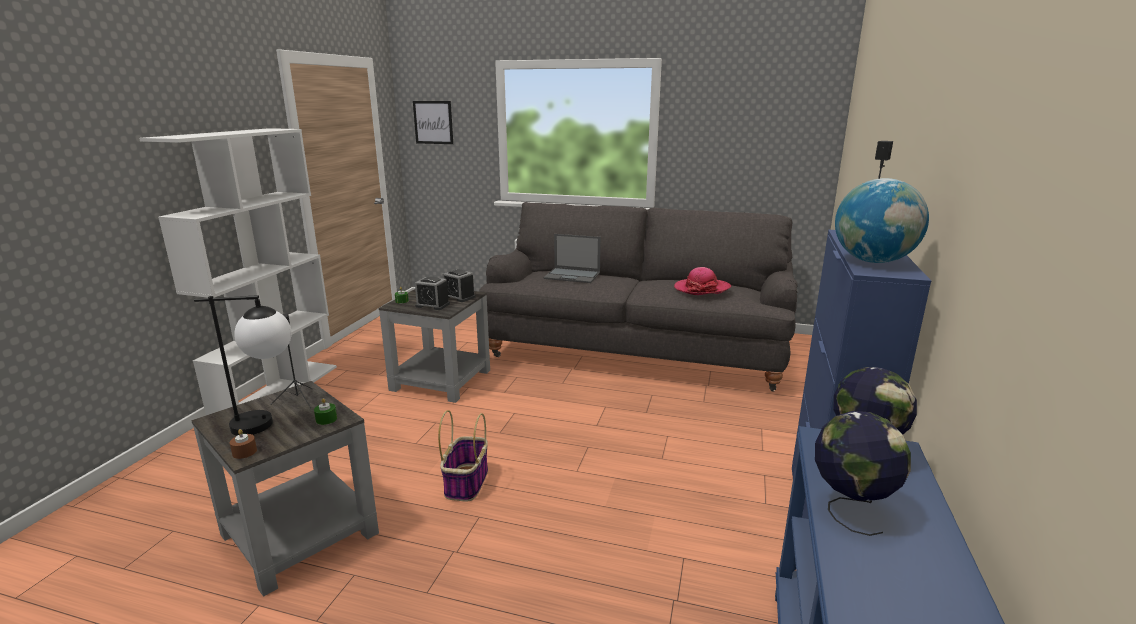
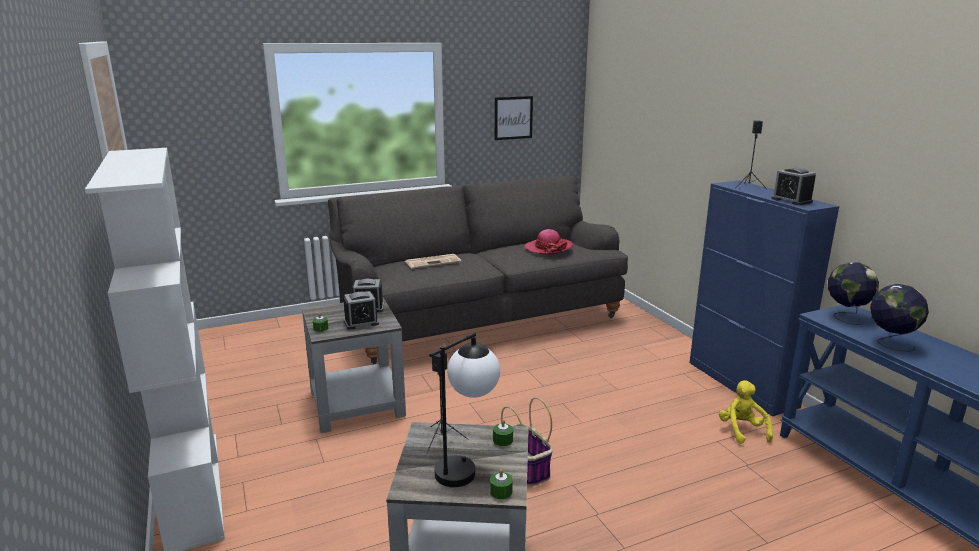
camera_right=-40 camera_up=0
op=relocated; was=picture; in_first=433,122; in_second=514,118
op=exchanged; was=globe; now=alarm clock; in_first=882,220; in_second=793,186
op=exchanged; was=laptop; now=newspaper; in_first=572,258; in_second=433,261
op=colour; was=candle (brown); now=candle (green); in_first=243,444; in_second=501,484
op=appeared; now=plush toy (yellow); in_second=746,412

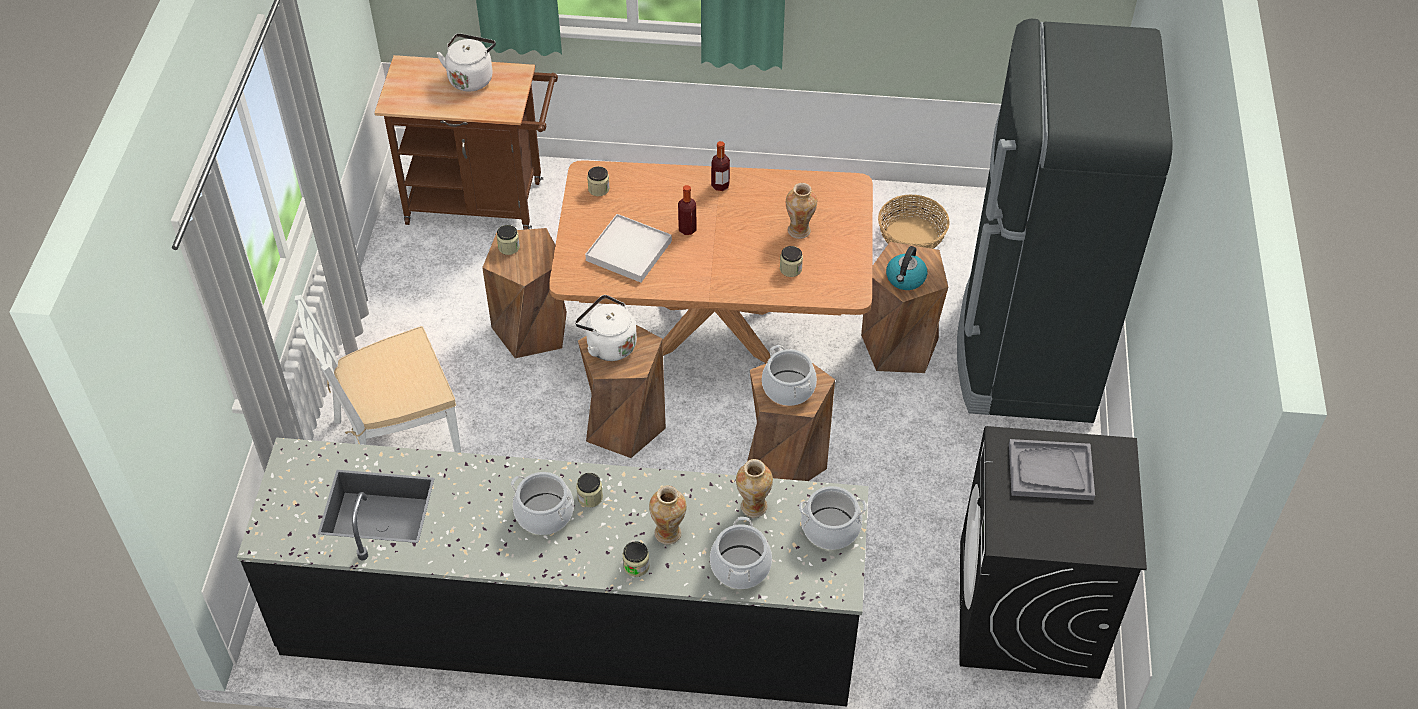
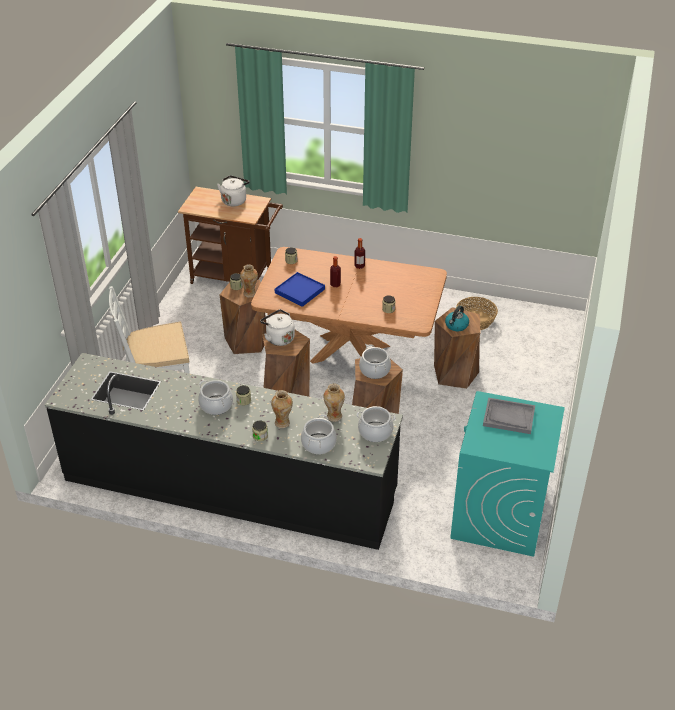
camera_right=10 camera_up=-10
op=missing; was=fridge (black); in_first=1065,221
op=relocated; was=vase; in_first=801,211; in_second=249,281
op=colour; was=tray (white); now=tray (blue); in_first=628,248; in_second=300,289
op=colour; was=washing machine (black); now=washing machine (turquoise); in_first=1053,552; in_second=507,474

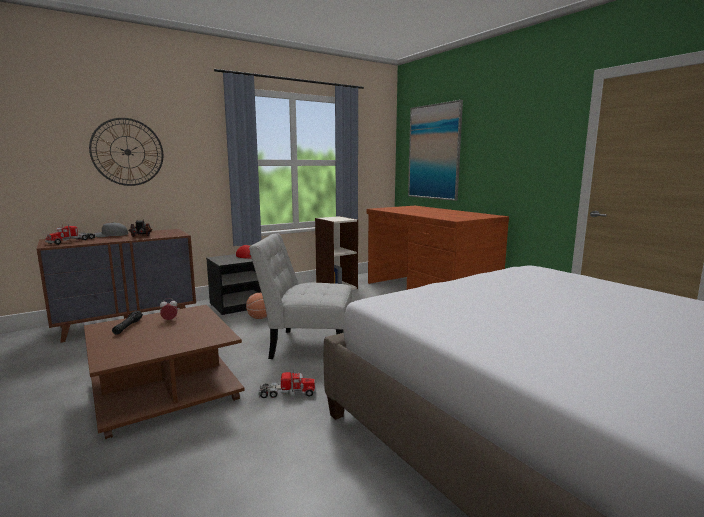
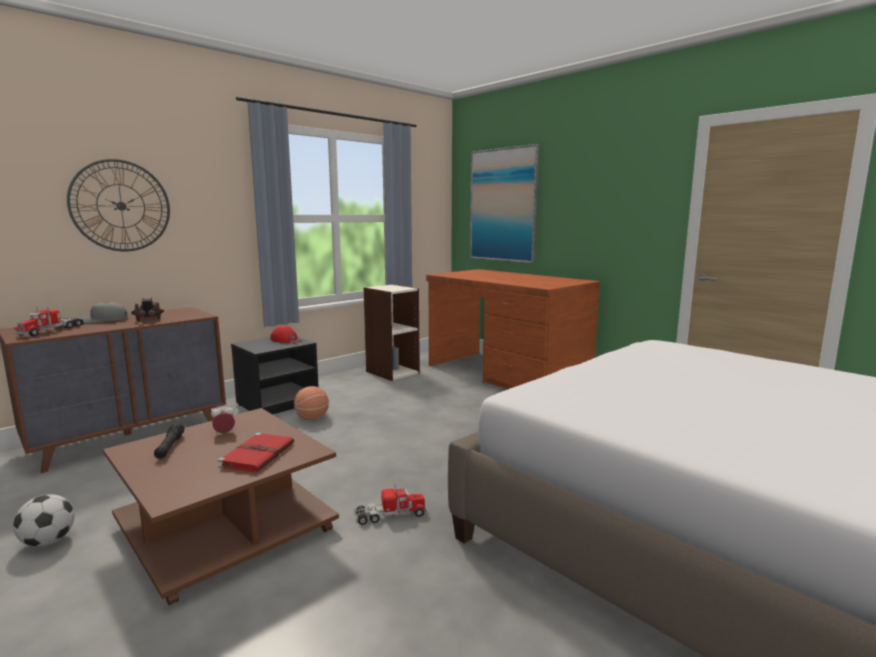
camera_right=-10 camera_up=0
op=missing; was=chair (white); in_first=300,296
op=appeared; now=book (red); in_second=256,452
op=appeared; now=football; in_second=44,520

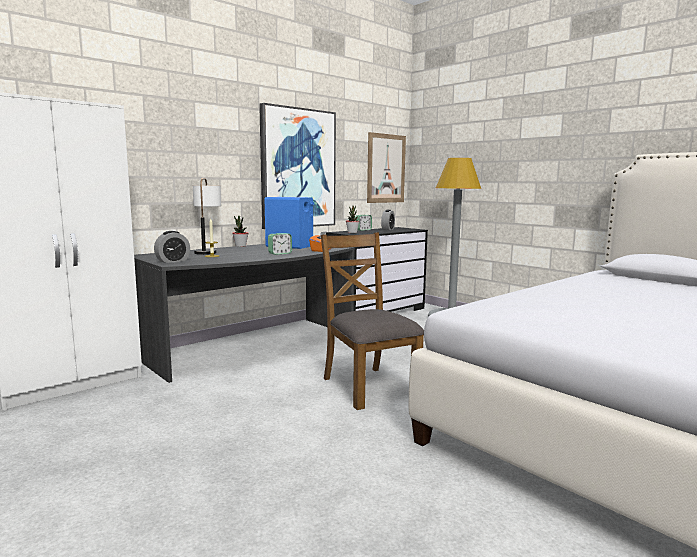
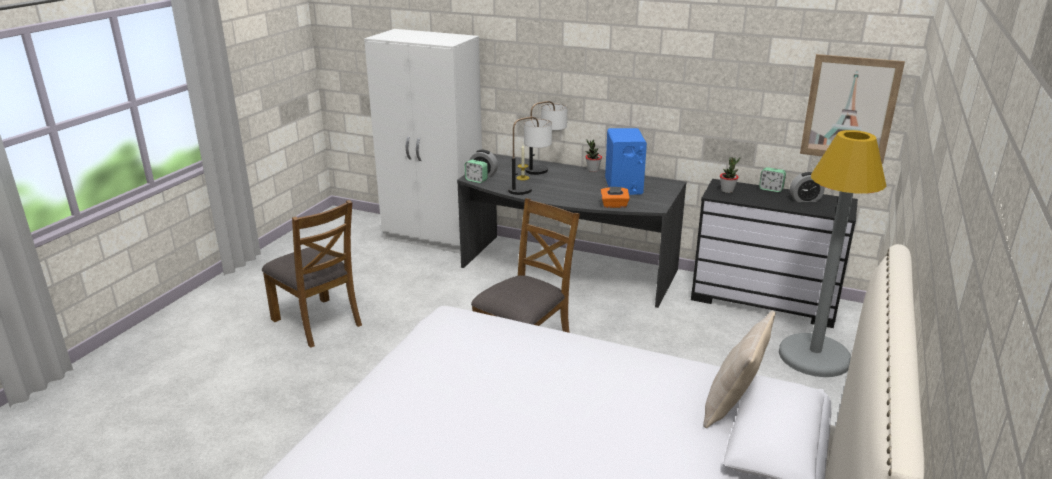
camera_right=65 camera_up=15
op=missing; was=picture; in_first=297,166
op=relocated; was=alarm clock; in_first=280,244; in_second=476,171
op=appeared; now=table lamp; in_second=530,156
op=appeared; now=chair (brown); in_second=312,274
op=appeared; now=pillow (beige); in_second=739,369

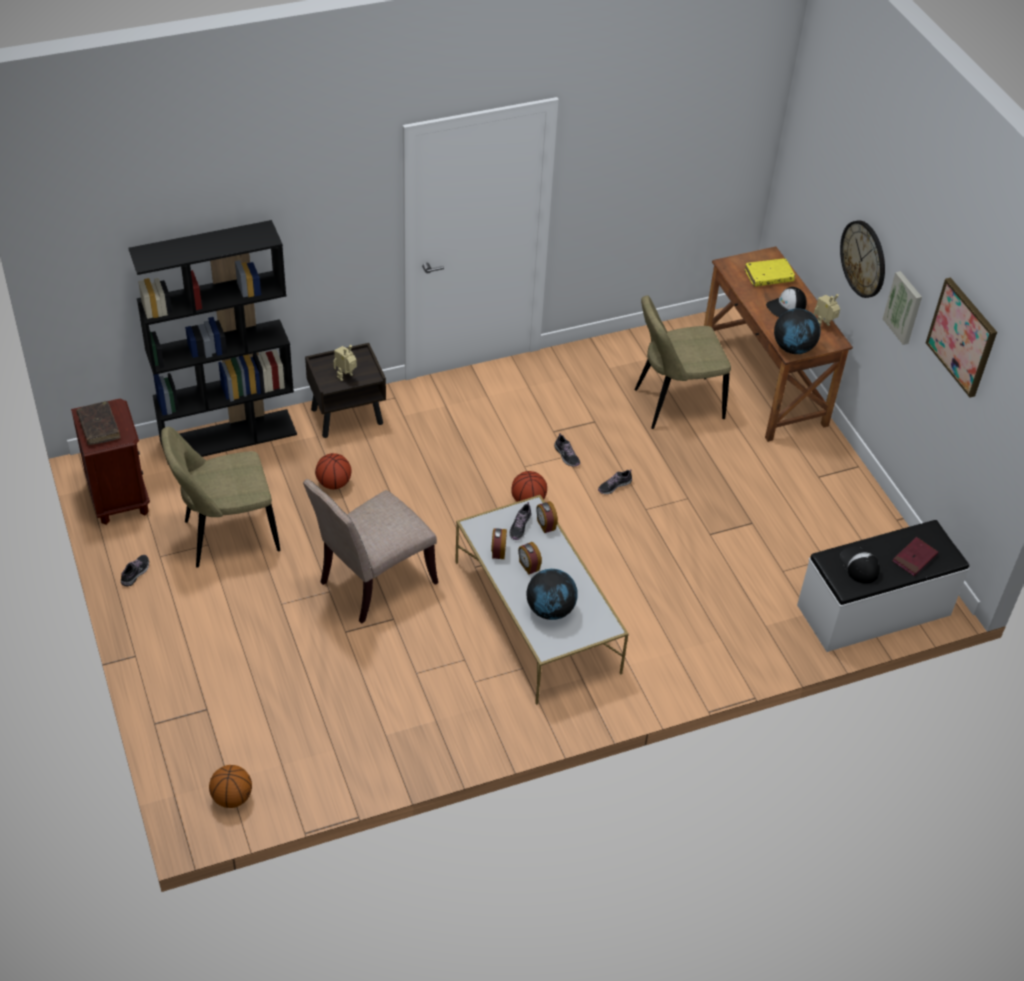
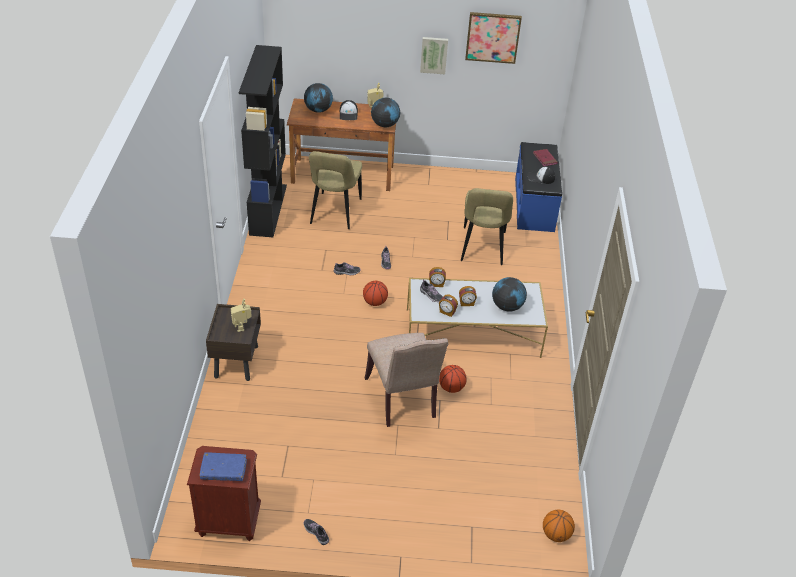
camera_right=-65 camera_up=-5
op=relocated; was=bookcase (black); in_first=212,342; in_second=263,141
op=missing; was=wall clock; in_first=862,259
op=exchanged; was=book (yellow); now=globe; in_first=770,272; in_second=318,98
op=colour; was=book (brown); now=book (blue); in_first=98,423; in_second=223,466
op=relocated; was=chair (beige); in_first=220,497; in_second=487,226
op=relocated; was=basketball; in_first=333,471; in_second=453,379
op=colour; was=bench (white); now=bench (blue); in_first=883,586; in_second=538,187

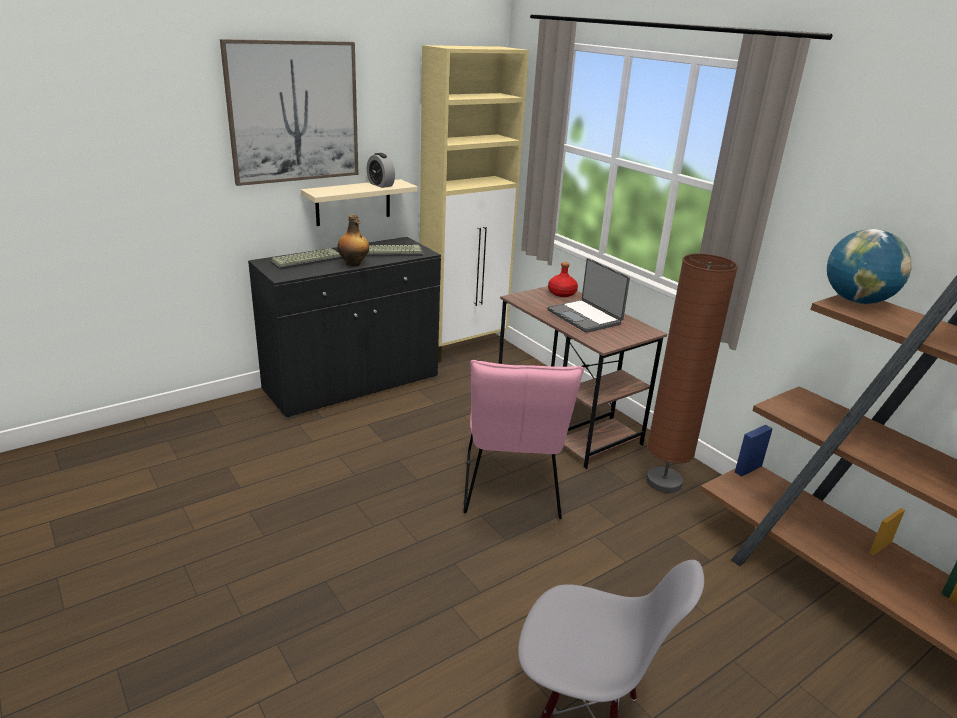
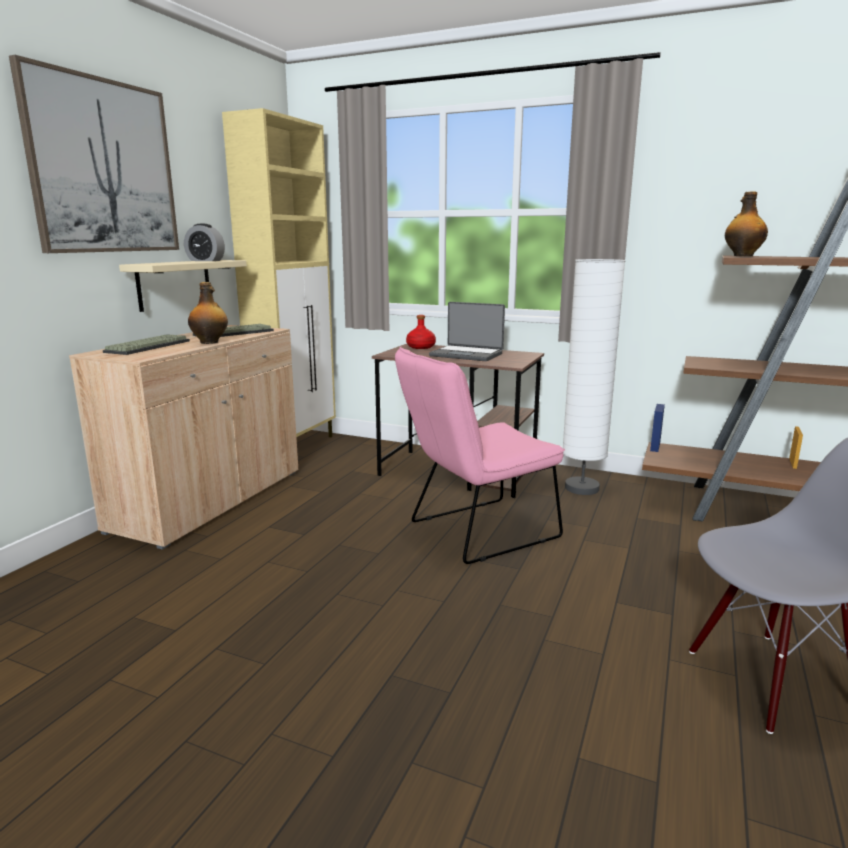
camera_right=-30 camera_up=-10
op=exchanged; was=globe; now=bottle; in_first=869,266; in_second=746,224
op=colour; was=cabinet (black); now=cabinet (beige); in_first=344,328; in_second=183,437
op=colour; was=floor lamp (brown); now=floor lamp (white); in_first=692,373; in_second=594,377
op=spun; was=chair (pink); in_first=523,439; in_second=480,455; clockwise=90

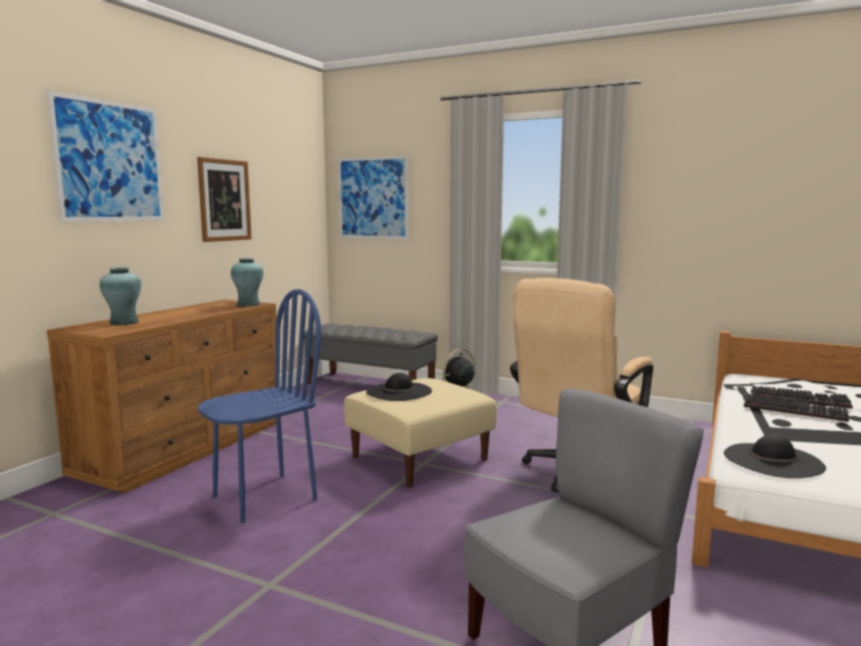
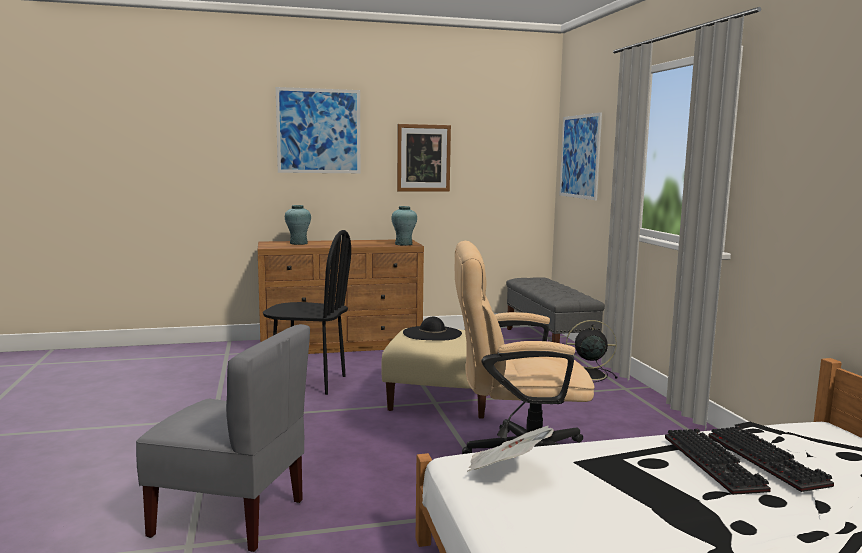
camera_right=50 camera_up=0
op=colour; was=chair (blue); now=chair (black); in_first=259,406; in_second=307,312
op=exchanged; was=hat (black); now=newspaper; in_first=775,456; in_second=510,449

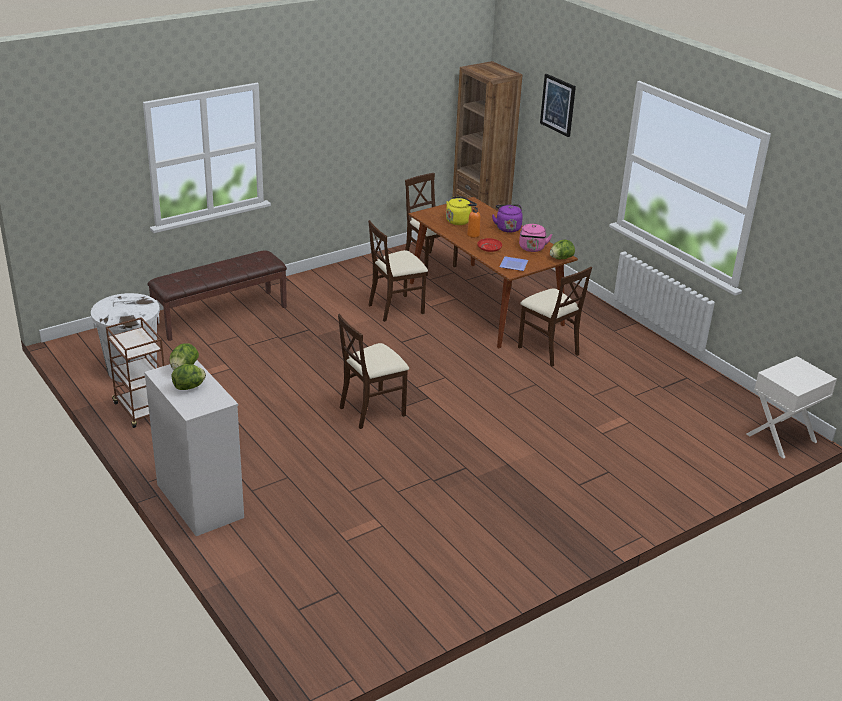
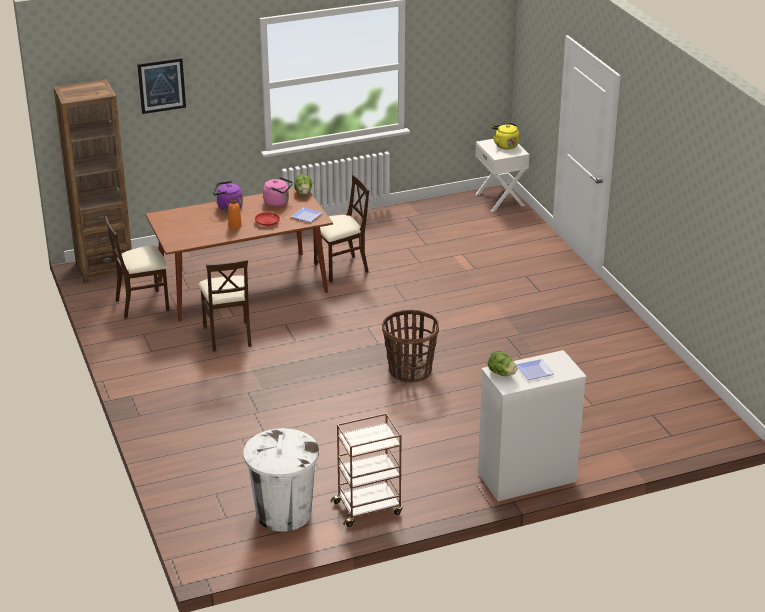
camera_right=-75 camera_up=0
op=relocated; was=kettle (yellow); in_first=461,210; in_second=505,136
op=missing; was=bench (brown); in_first=217,295
op=exchanged; was=chair (beige); now=basket; in_first=373,371; in_second=410,346
op=exchanged; was=lettuce; now=plate; in_first=189,377; in_second=535,369

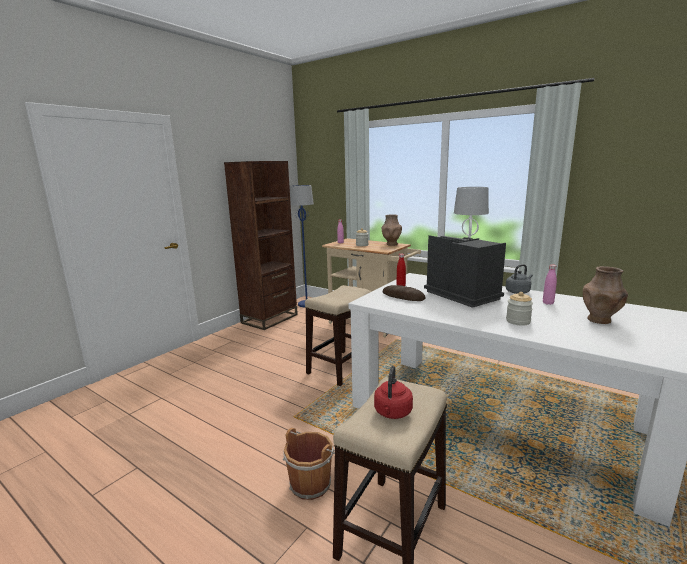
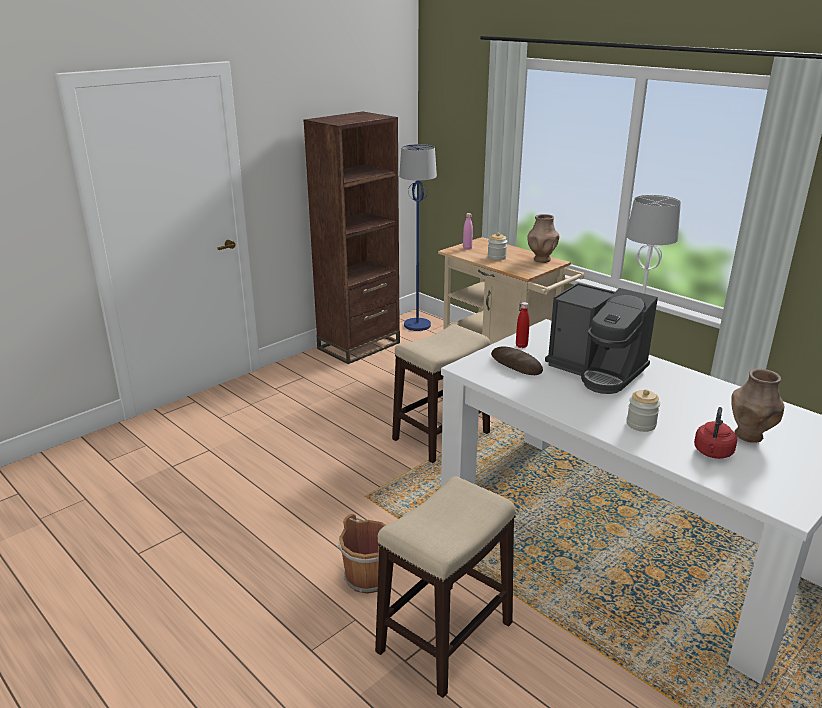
camera_right=10 camera_up=10
op=spun; was=coffee machine; in_first=465,271; in_second=601,338; clockwise=150
op=missing; was=kettle (grey); in_first=519,279
op=missing; was=bottle (pink); in_first=550,285
op=relocated; was=kettle (red); in_first=393,392; in_second=715,433

